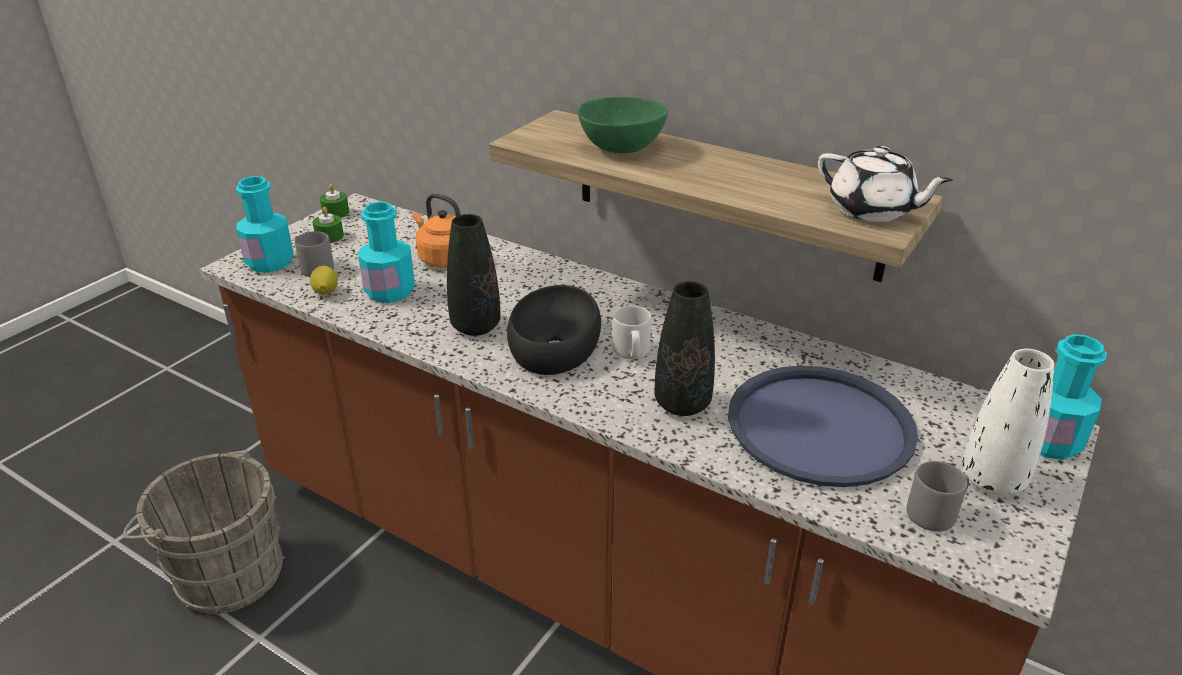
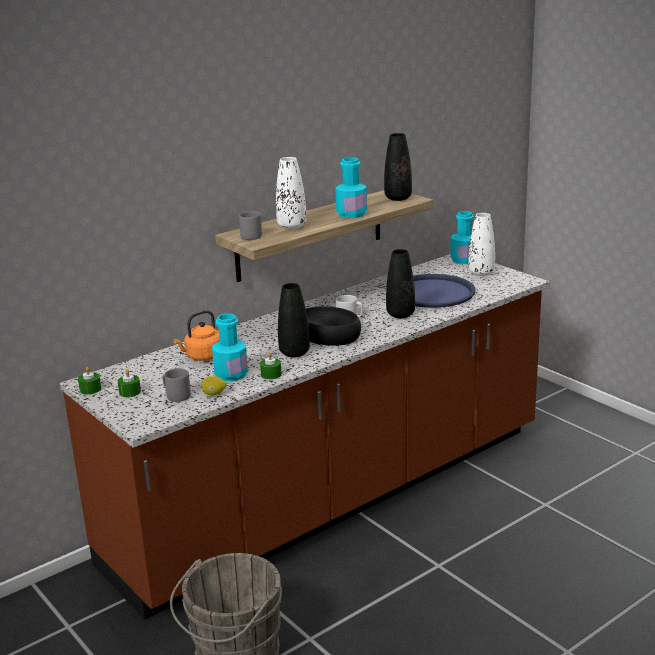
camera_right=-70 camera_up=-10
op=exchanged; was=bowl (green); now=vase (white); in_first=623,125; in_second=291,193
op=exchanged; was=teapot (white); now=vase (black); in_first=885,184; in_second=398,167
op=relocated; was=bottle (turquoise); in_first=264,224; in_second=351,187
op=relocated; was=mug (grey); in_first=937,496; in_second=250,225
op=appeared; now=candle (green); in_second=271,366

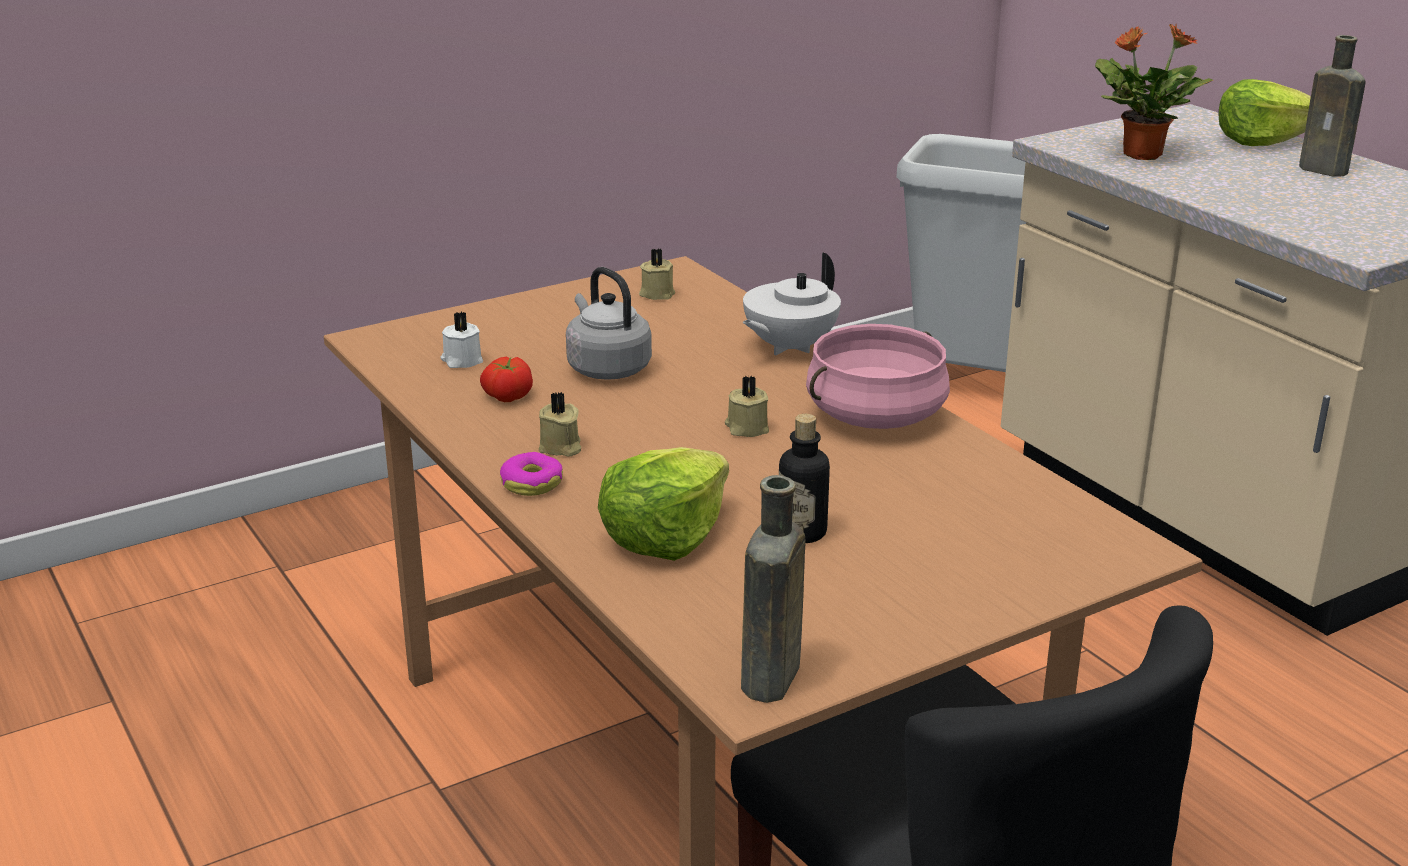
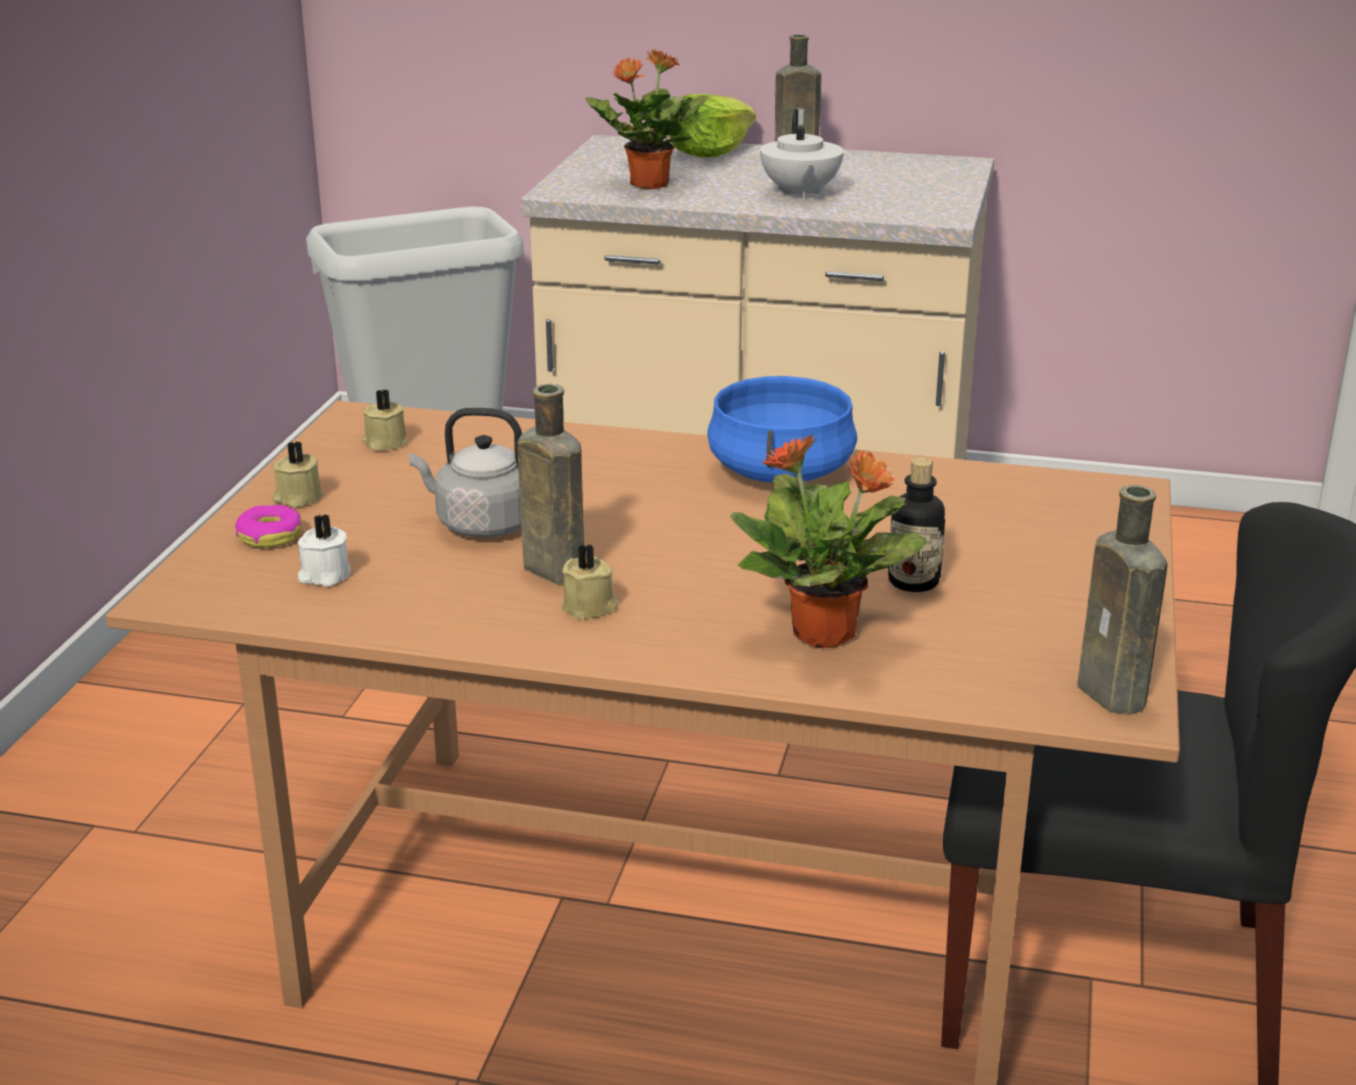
camera_right=-45 camera_up=0
op=relocated; was=teapot (white); in_first=792,303; in_second=802,154
op=colour; was=cooking pot (pink); now=cooking pot (blue); in_first=878,376; in_second=782,429
op=missing; was=tomato; in_first=506,379
op=relocated; was=candle (beige); in_first=747,406; in_second=298,474
op=exchanged; was=lettuce; now=potted plant; in_first=663,504; in_second=828,541
op=relocated; was=donut; in_first=531,474; in_second=268,526
op=appeared; now=bottle (brown); in_second=550,484

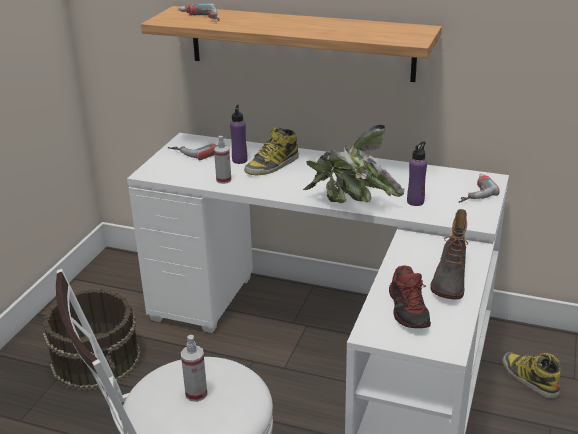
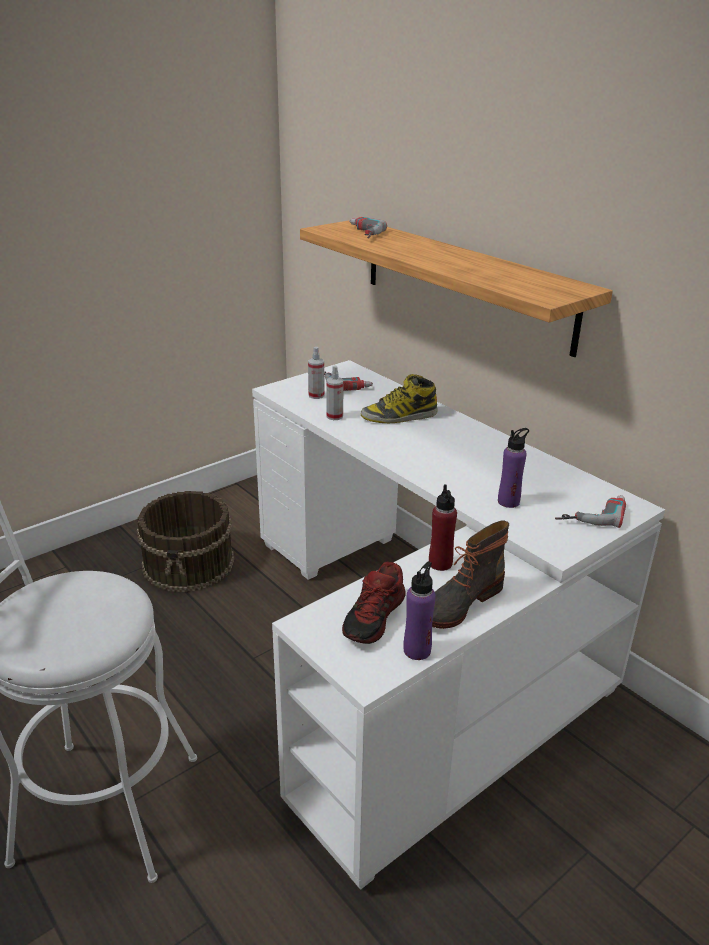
camera_right=30 camera_up=0
op=relocated; was=bottle (purple); in_first=239,134; in_second=420,610
op=missing; was=potted plant; in_first=353,164
op=relocated; was=spray bottle; in_first=194,368; in_second=316,373
op=missing; was=boot; in_first=531,375
op=appeared; now=bottle (red); in_second=443,527

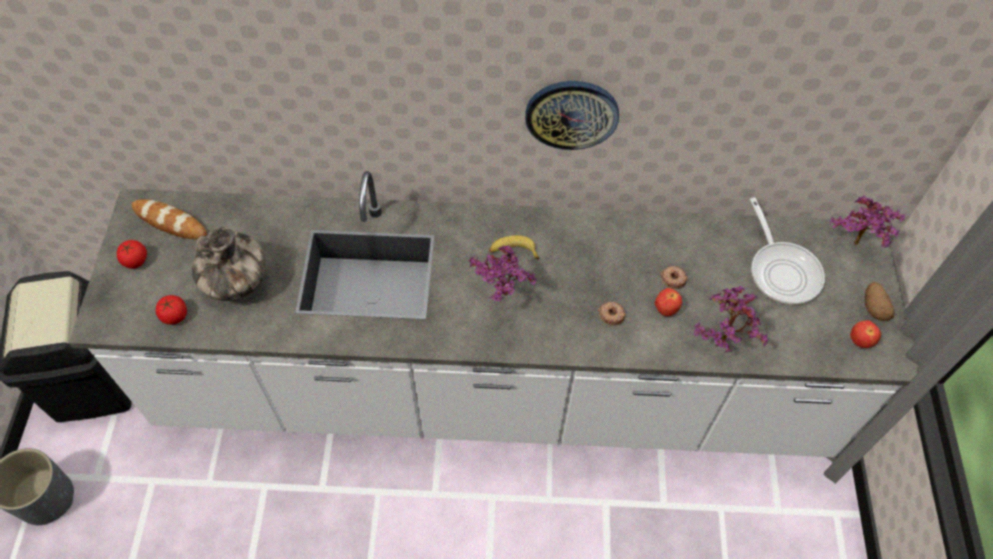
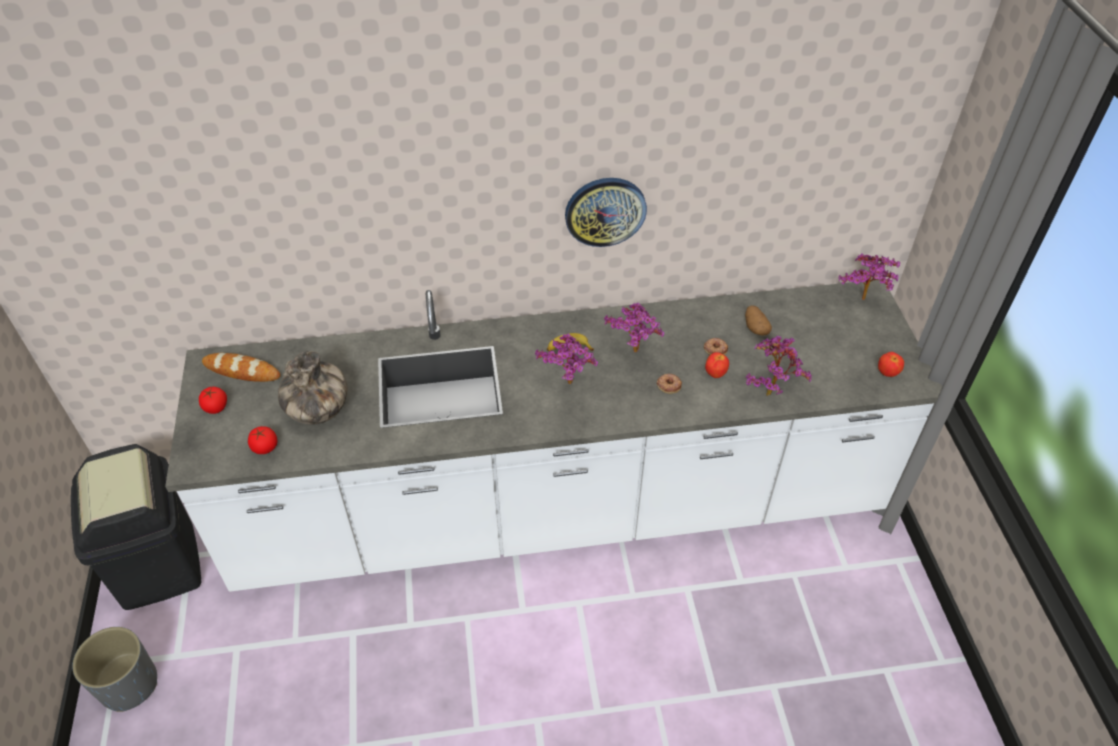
camera_right=-10 camera_up=-10
op=missing; was=frying pan; in_first=787,251
op=relocated; was=potato; in_first=880,301; in_second=758,321
op=appeared; now=potted plant; in_second=634,328

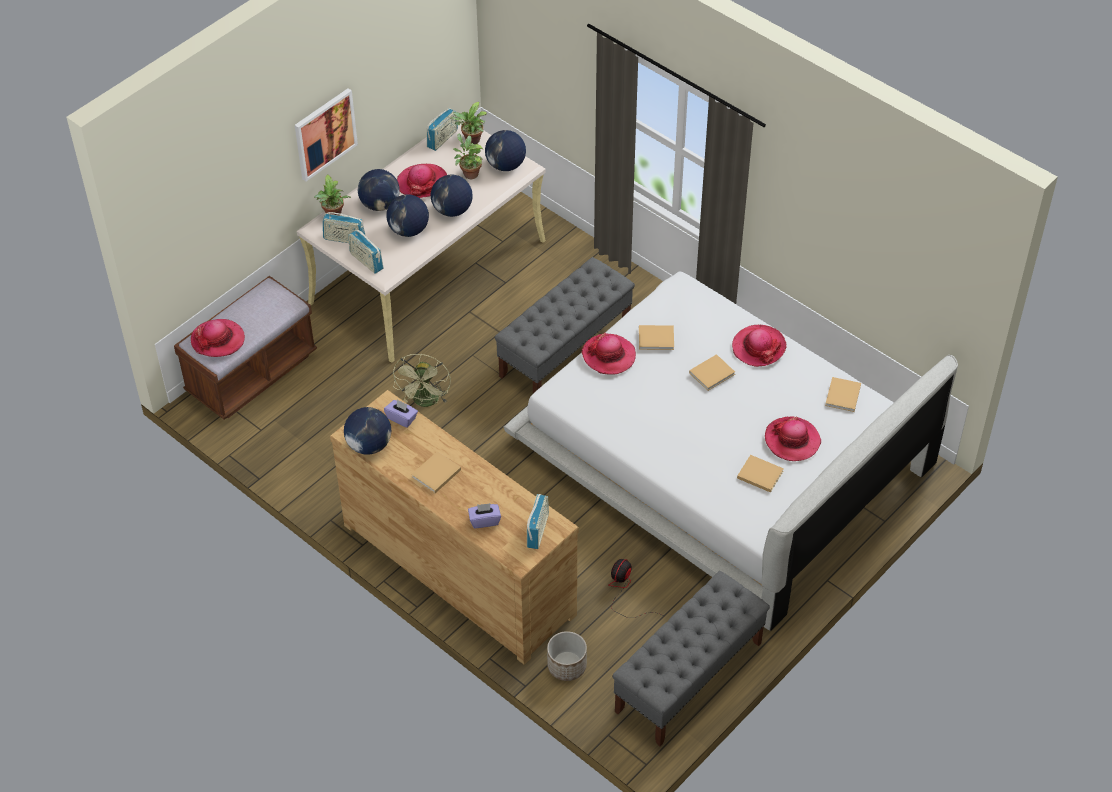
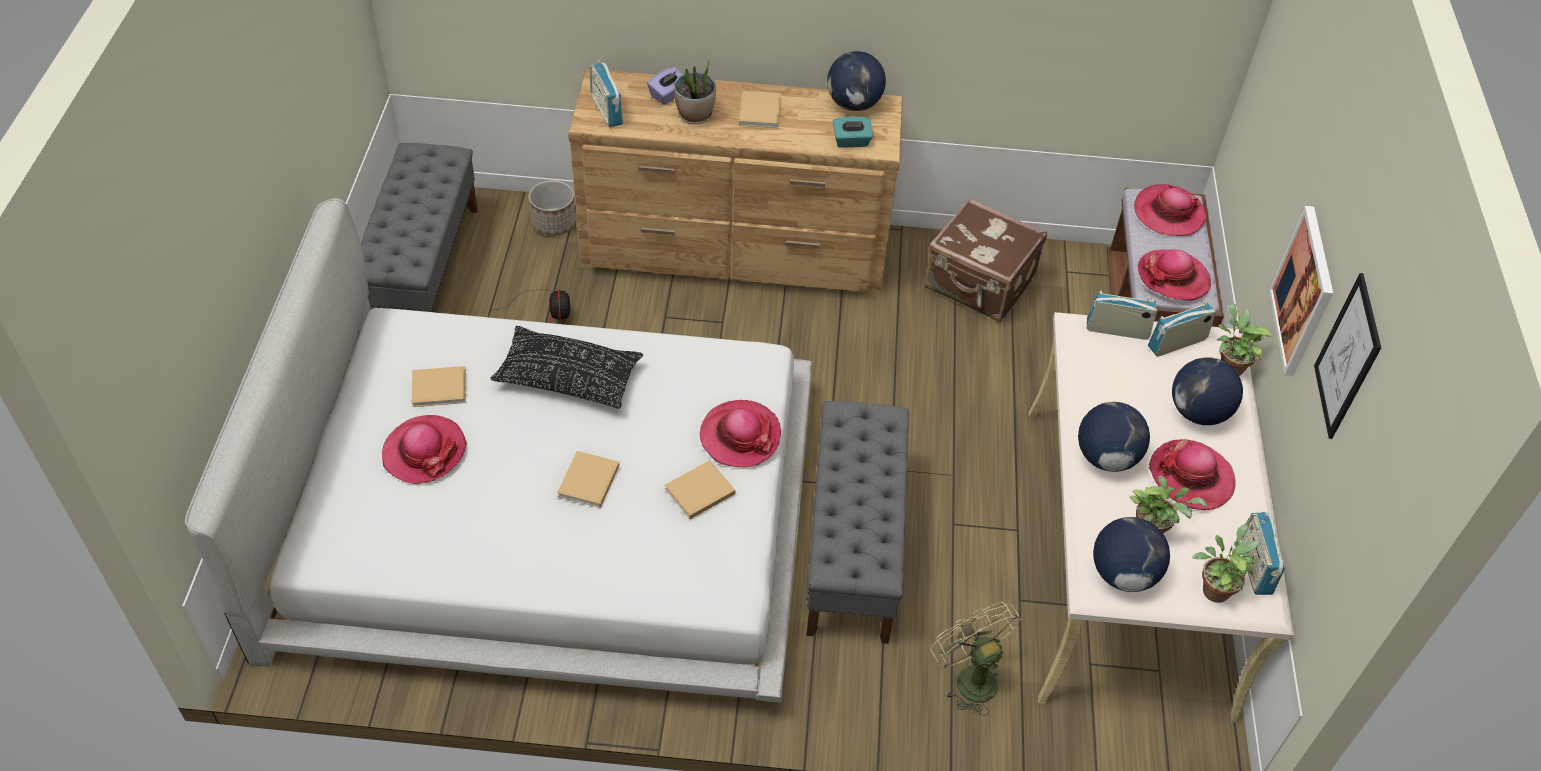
camera_right=140 camera_up=0
op=missing; was=globe; in_first=407,215
op=relocated; was=hat; in_first=759,346; in_second=1174,275
op=relocated; was=fan (green); in_first=422,380; in_second=976,659
op=missing; was=book (beige); in_first=843,394
op=colour; was=tissue box (purple); now=tissue box (turquoise); in_first=401,413; in_second=853,132
op=appeared; now=potted plant; in_second=695,90
op=appeared; now=suitcase (brown); in_second=986,260
op=appeared; now=picture; in_second=1347,356
op=appeared; now=pillow (black); in_second=566,367

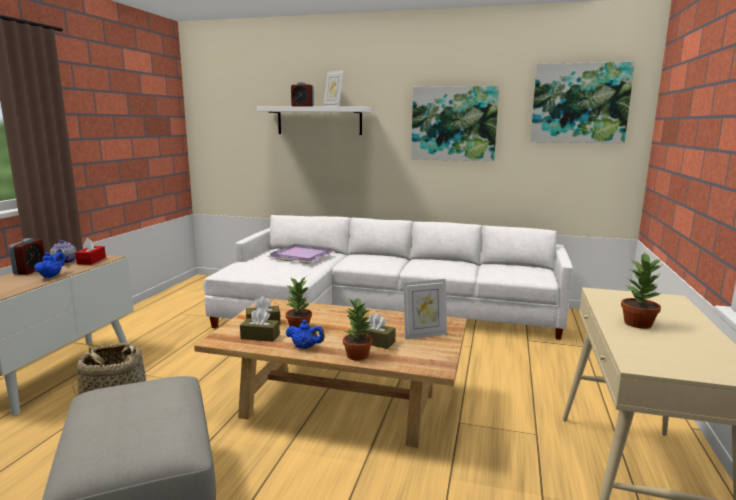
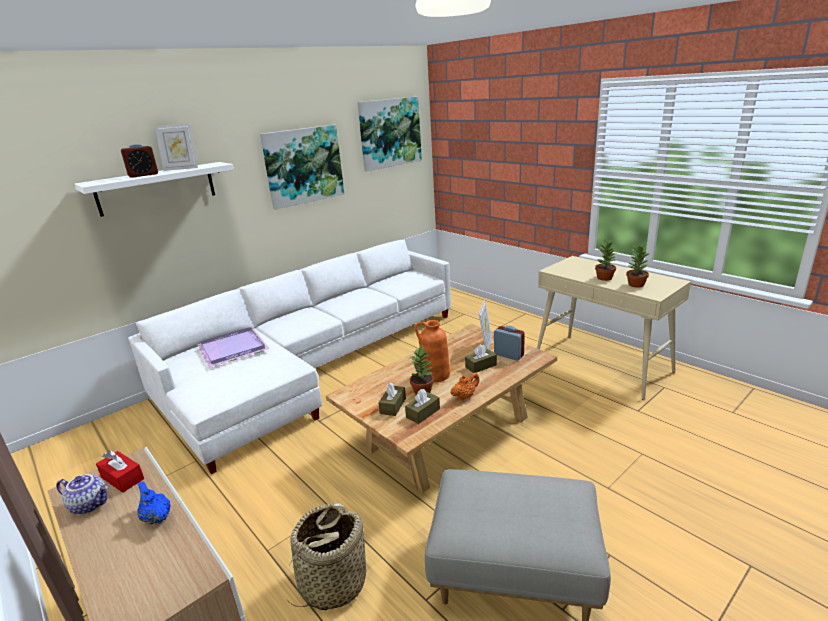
camera_right=-55 camera_up=10
op=relocated; was=alarm clock; in_first=27,256; in_second=509,343
op=relocated; was=potted plant; in_first=358,329; in_second=638,266
op=colour; was=teapot (blue); now=teapot (orange); in_first=305,334; in_second=465,386
op=appeared; now=vase (orange); in_second=432,351

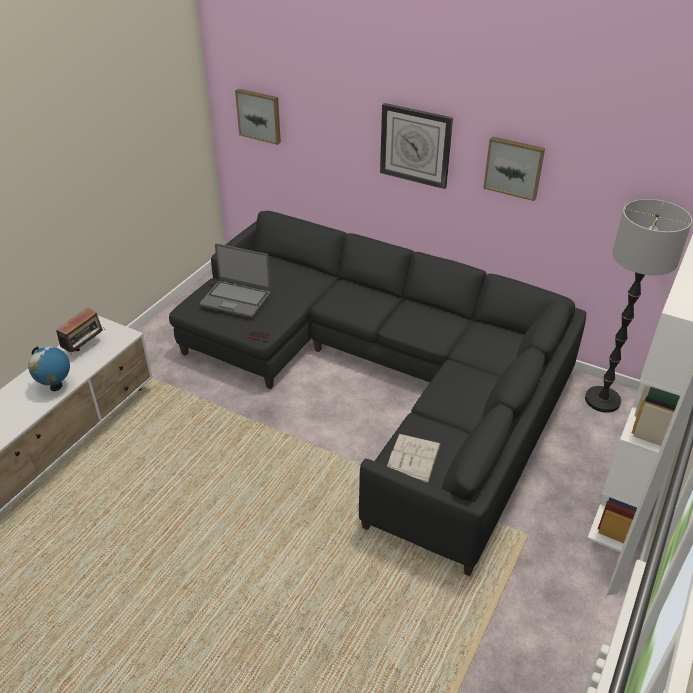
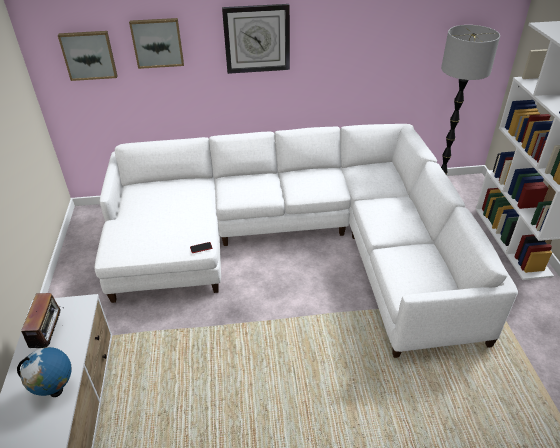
camera_right=-35 camera_up=0
op=relocated; was=picture; in_first=514,169; in_second=156,43
op=colour; was=sofa (black); now=sofa (white); in_first=378,393; in_second=306,241
op=missing; was=laptop; in_first=235,280
op=missing; was=book (white); in_first=414,458

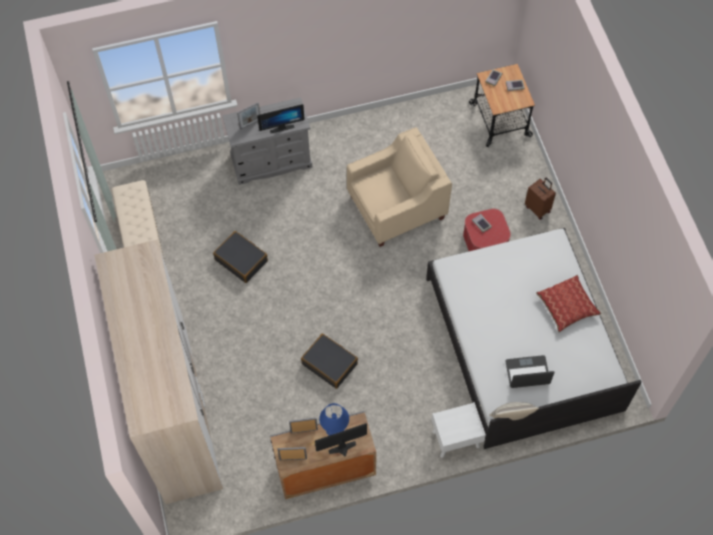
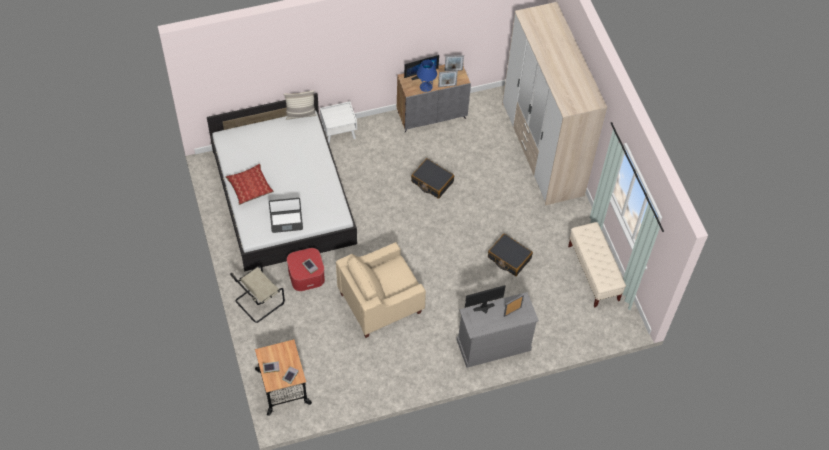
camera_right=175 camera_up=-5
op=exchanged; was=suitcase (brown); now=chair (beige); in_first=540,199; in_second=257,294
op=relocated; was=laptop; in_first=529,371; in_second=286,215

